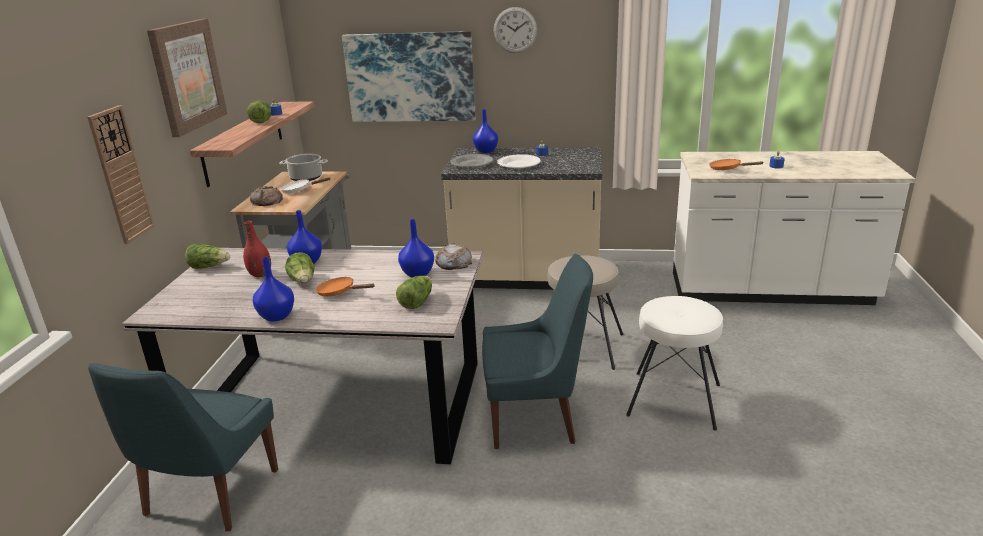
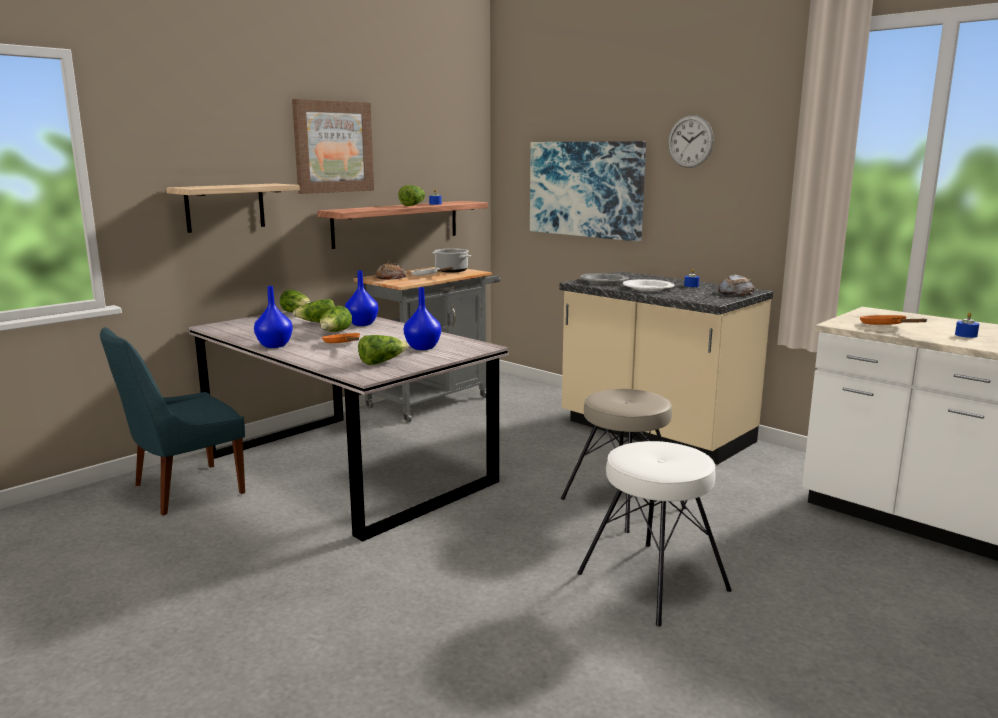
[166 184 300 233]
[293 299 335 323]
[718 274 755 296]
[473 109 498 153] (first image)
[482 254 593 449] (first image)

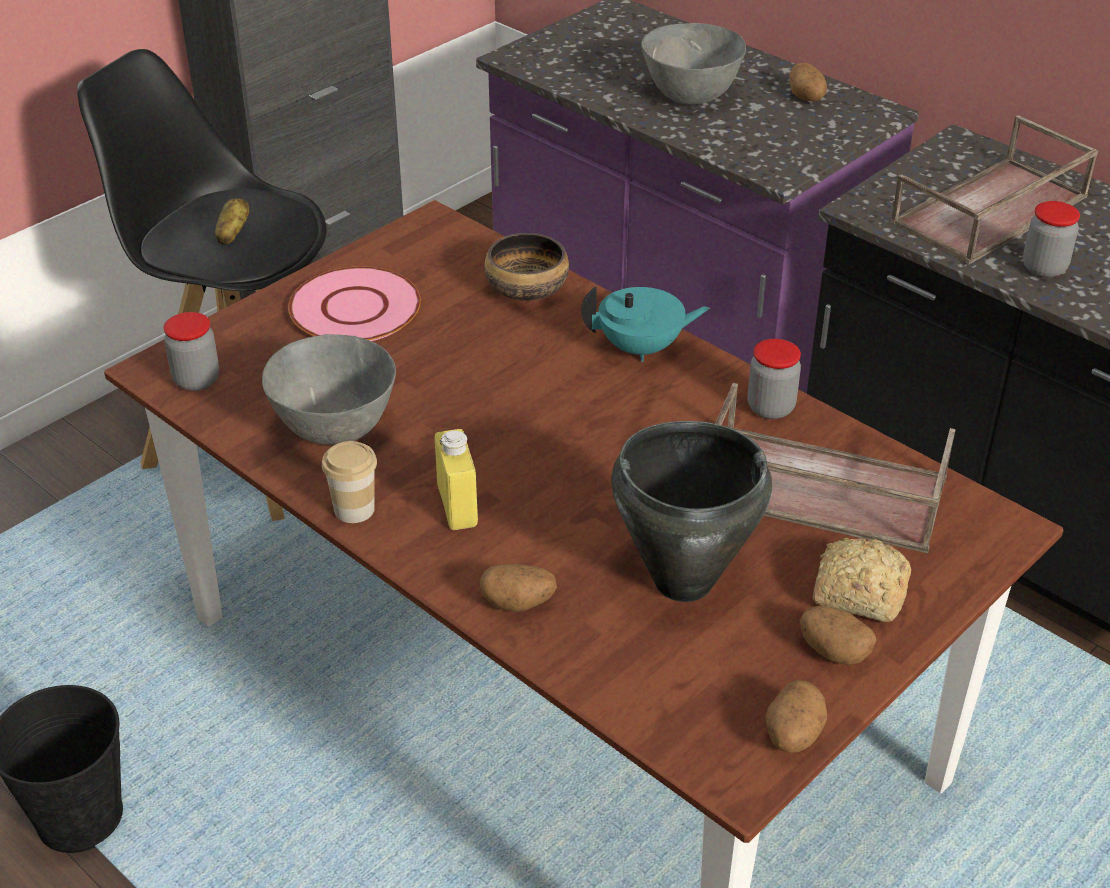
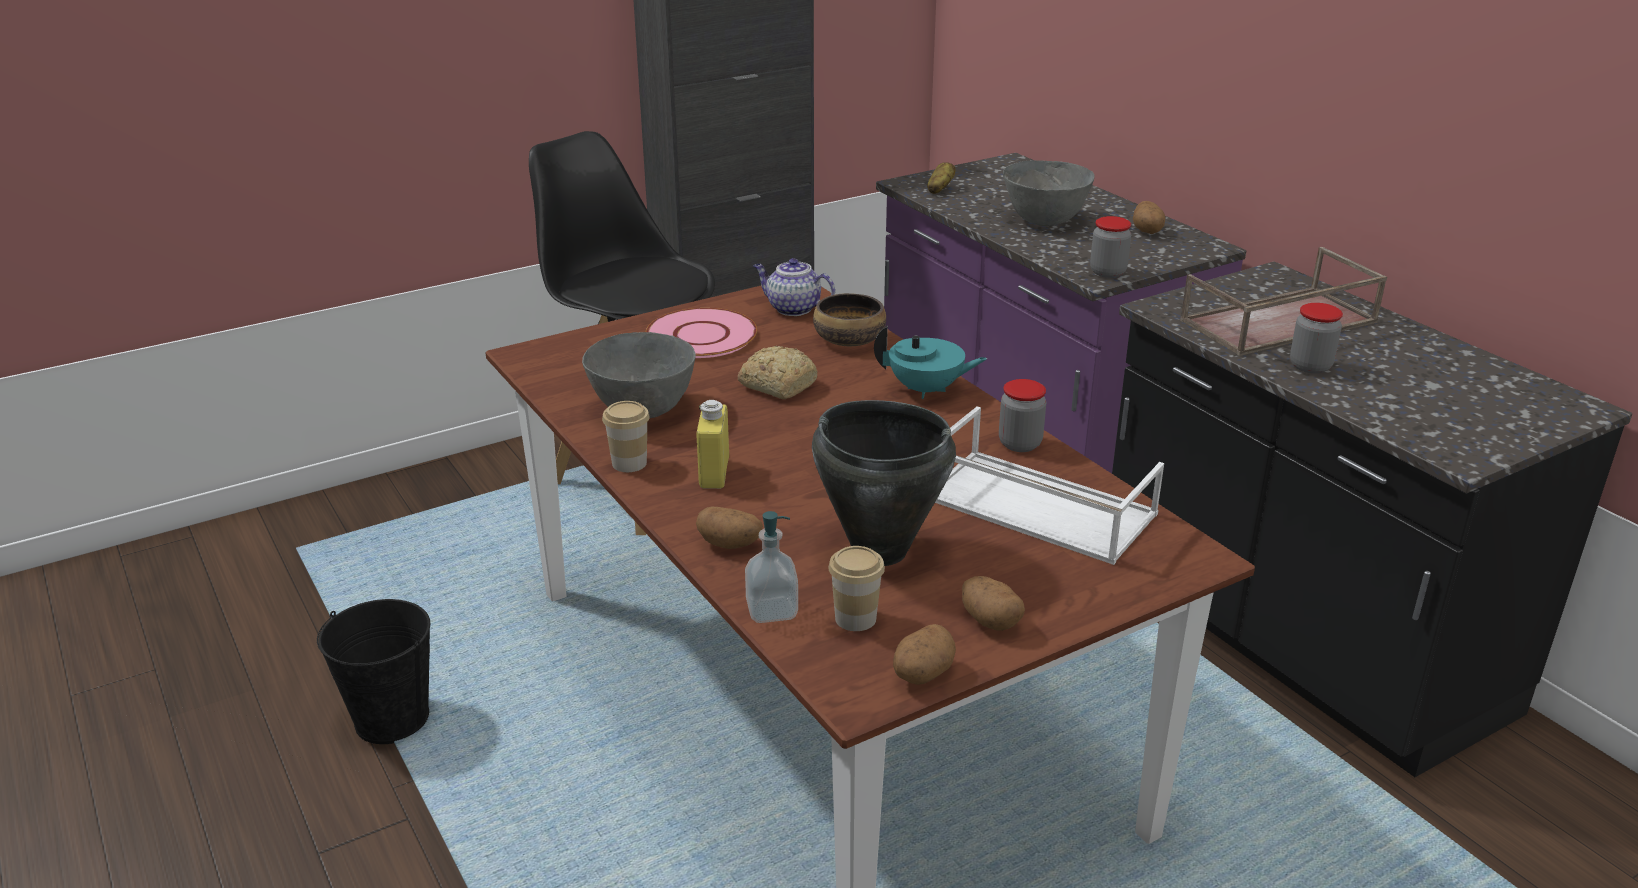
[738 346 818 399]
[745 511 798 623]
[753 258 835 316]
[828 546 885 631]
[927 162 956 194]
[935 407 1164 565]
[1090 216 1131 278]

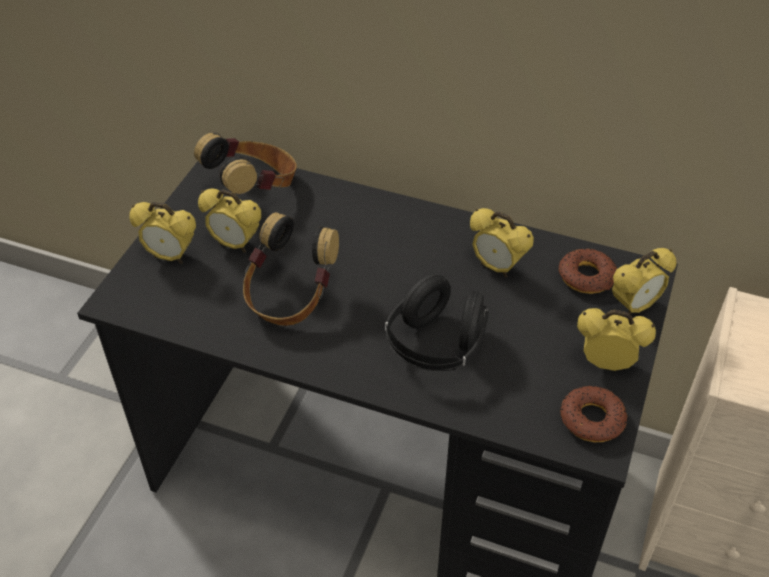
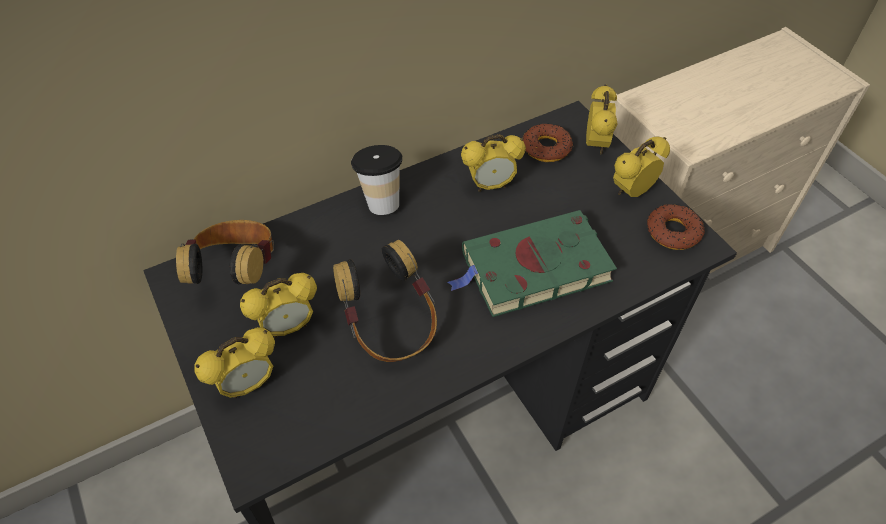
[351 145 402 215]
[448 210 617 317]

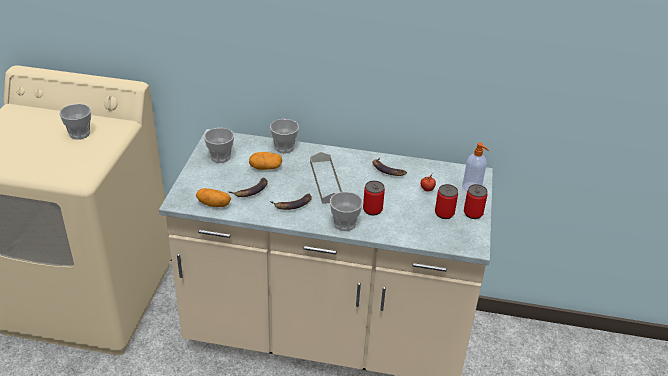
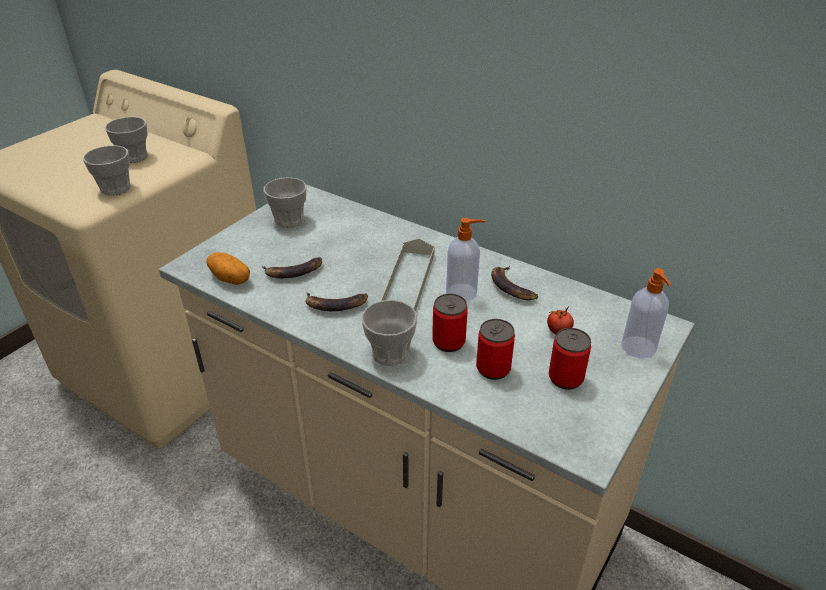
[83 145 131 196]
[446 218 485 302]
[476 319 515 380]
[249 152 282 170] (first image)

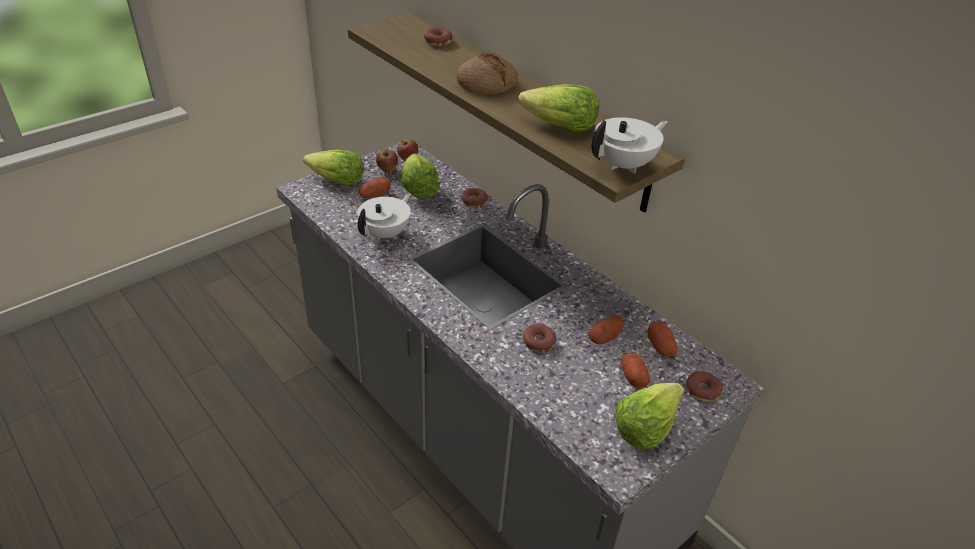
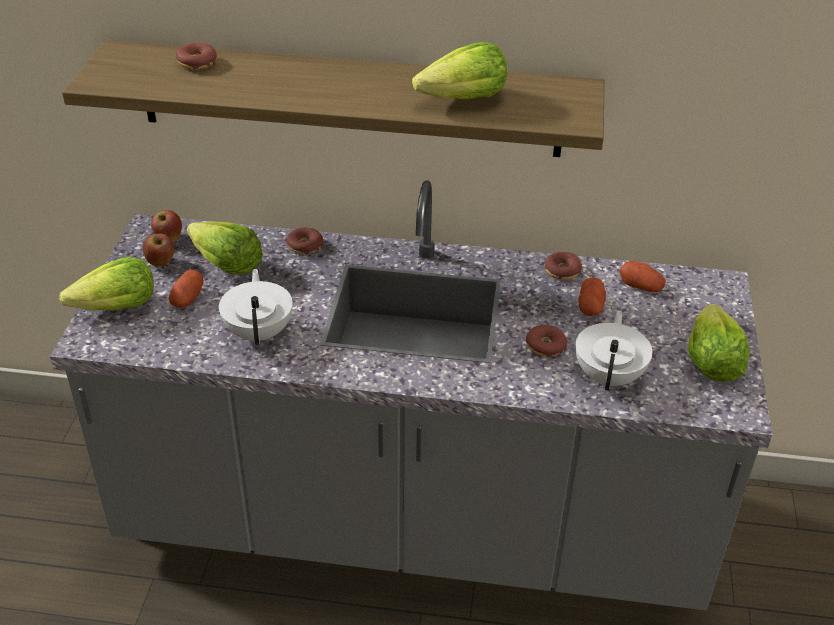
[545 252 582 280]
[575 310 652 390]
[457 52 518 95] (first image)
[621 353 650 388] (first image)

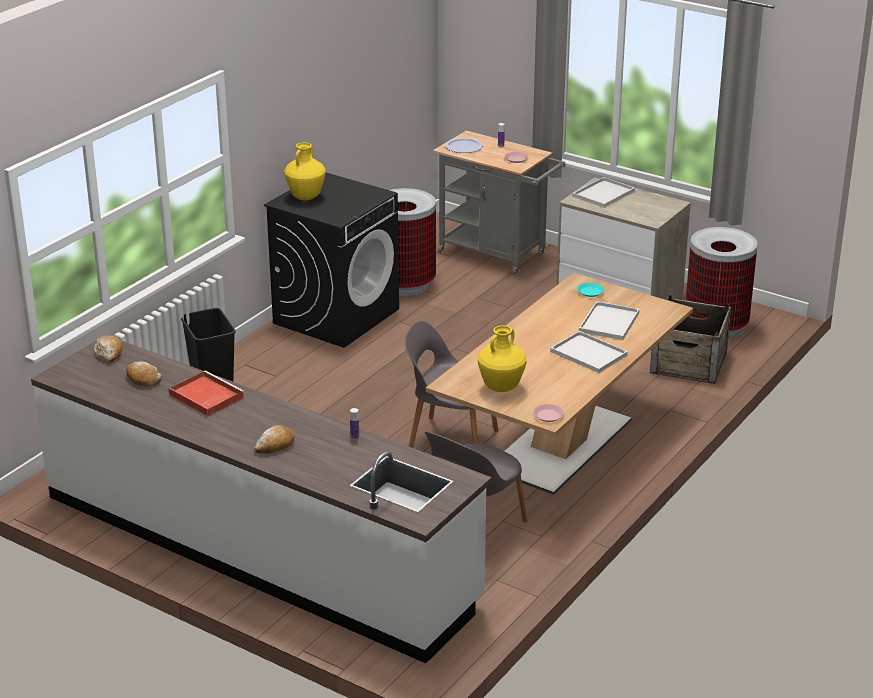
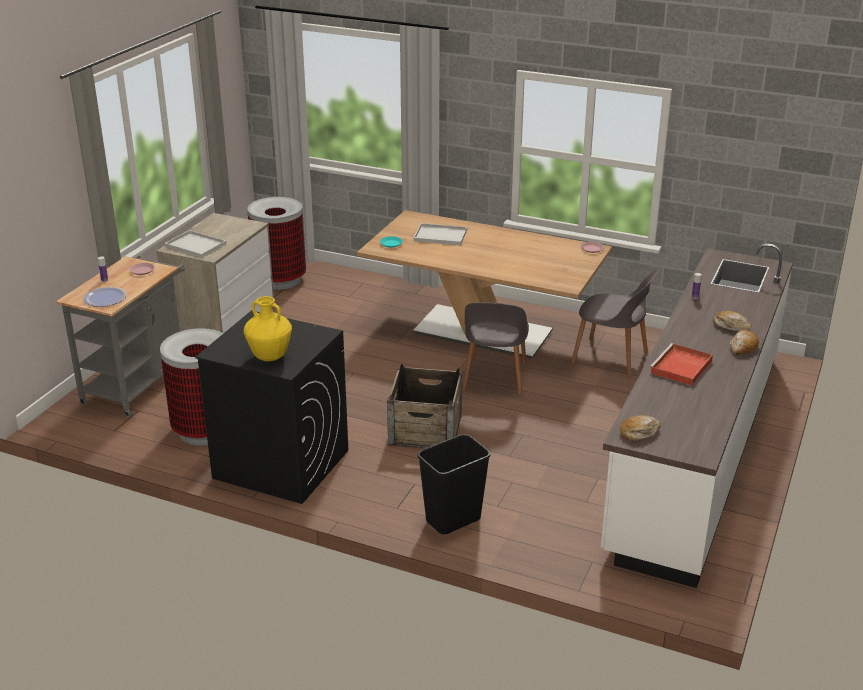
[387 364 462 448]
[730 330 759 355]
[478 326 527 392] (first image)
[550 331 628 373] (first image)

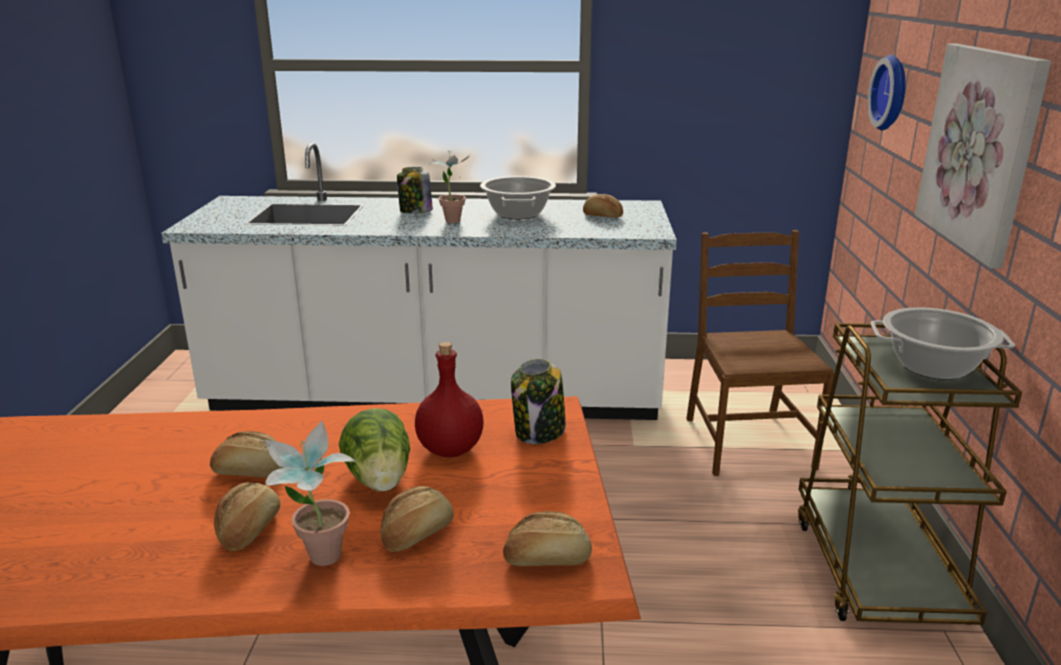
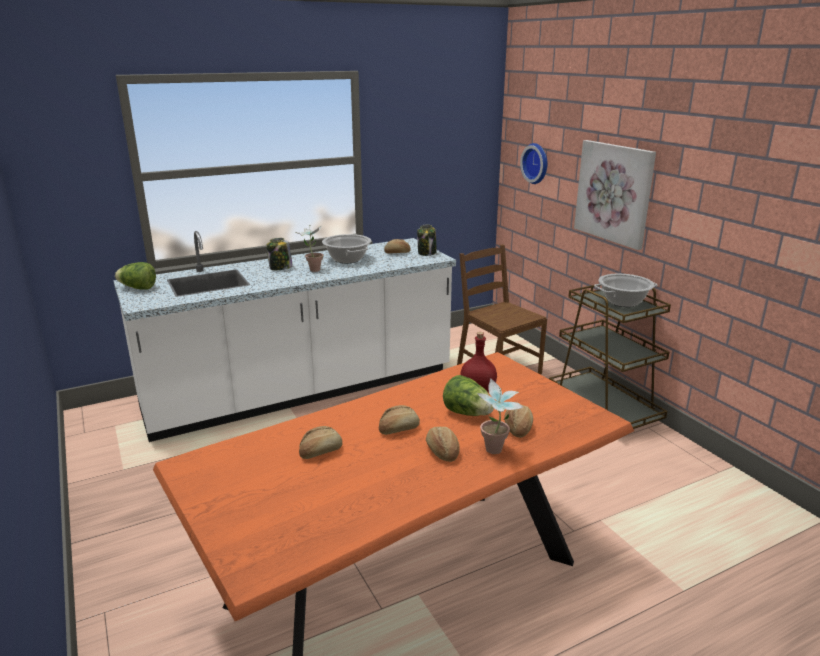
[115 262 156 290]
[299 426 342 459]
[417 224 437 256]

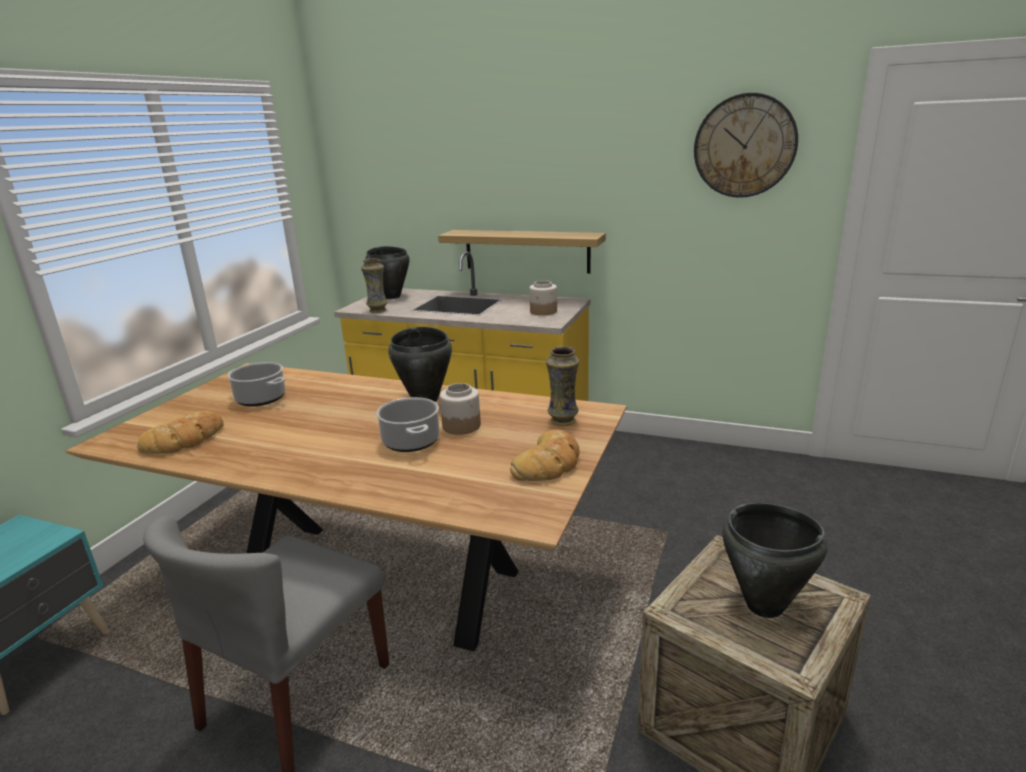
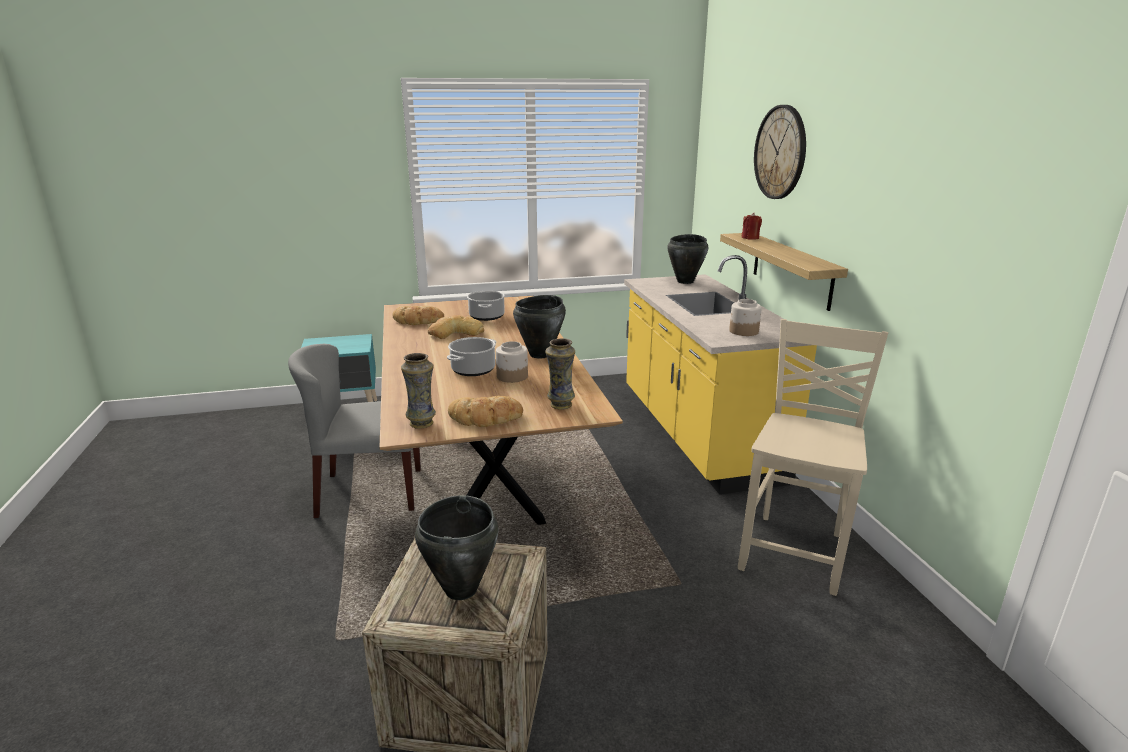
[401 353 436 429]
[428 315 484 339]
[738 319 888 596]
[741 213 762 240]
[754 105 806 199]

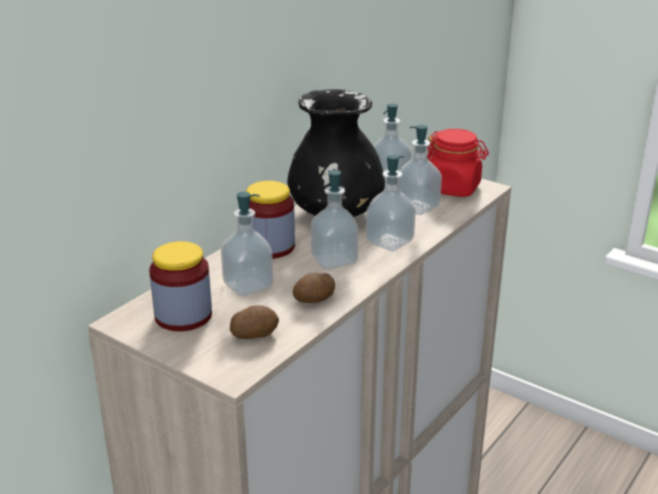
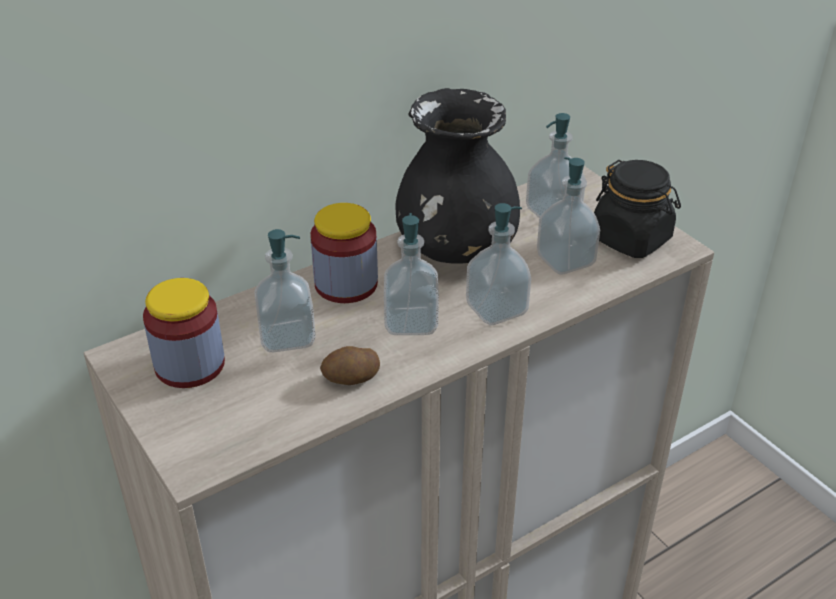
[594 160 681 258]
[230 305 279 339] (first image)

